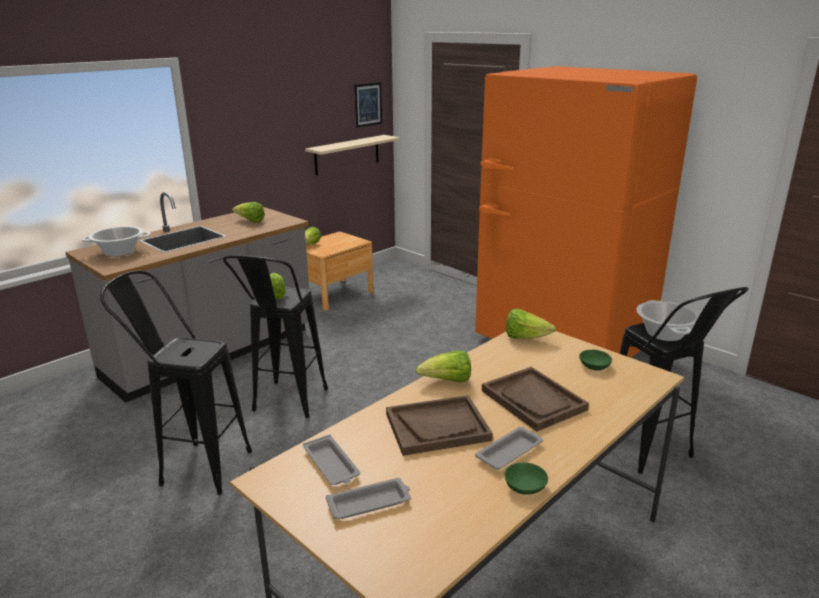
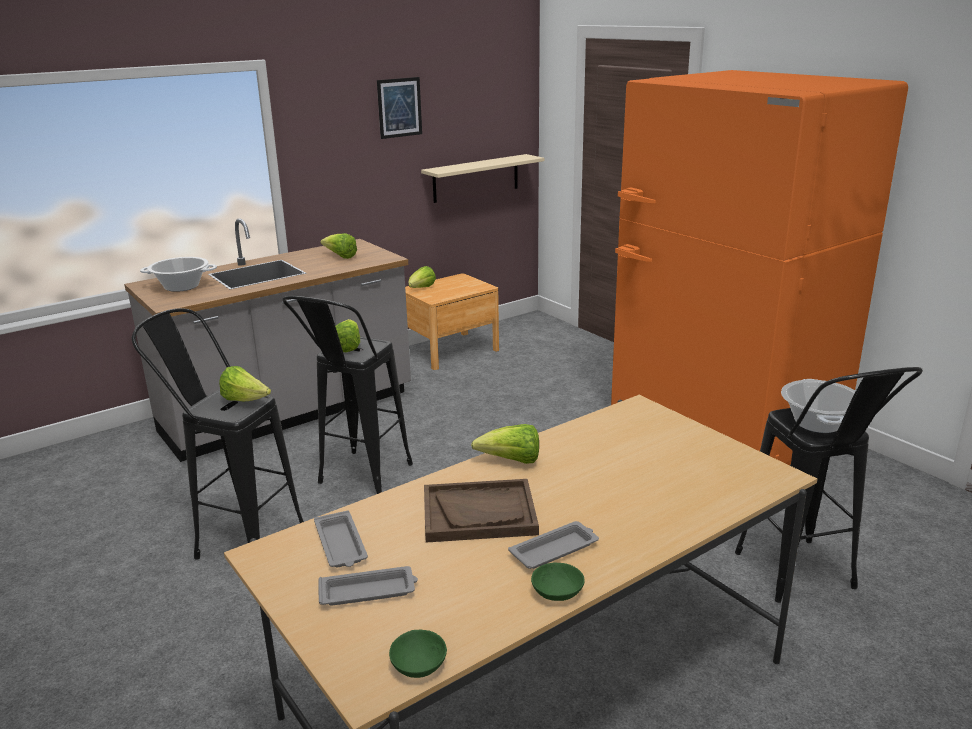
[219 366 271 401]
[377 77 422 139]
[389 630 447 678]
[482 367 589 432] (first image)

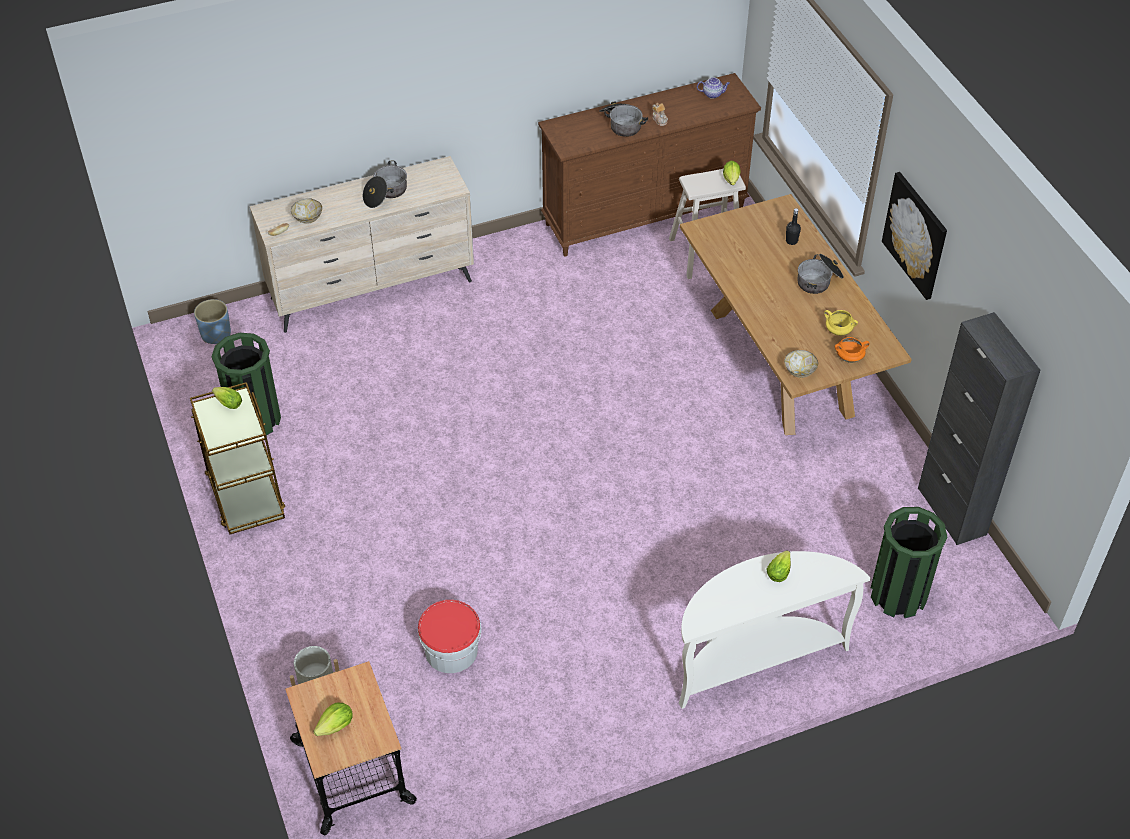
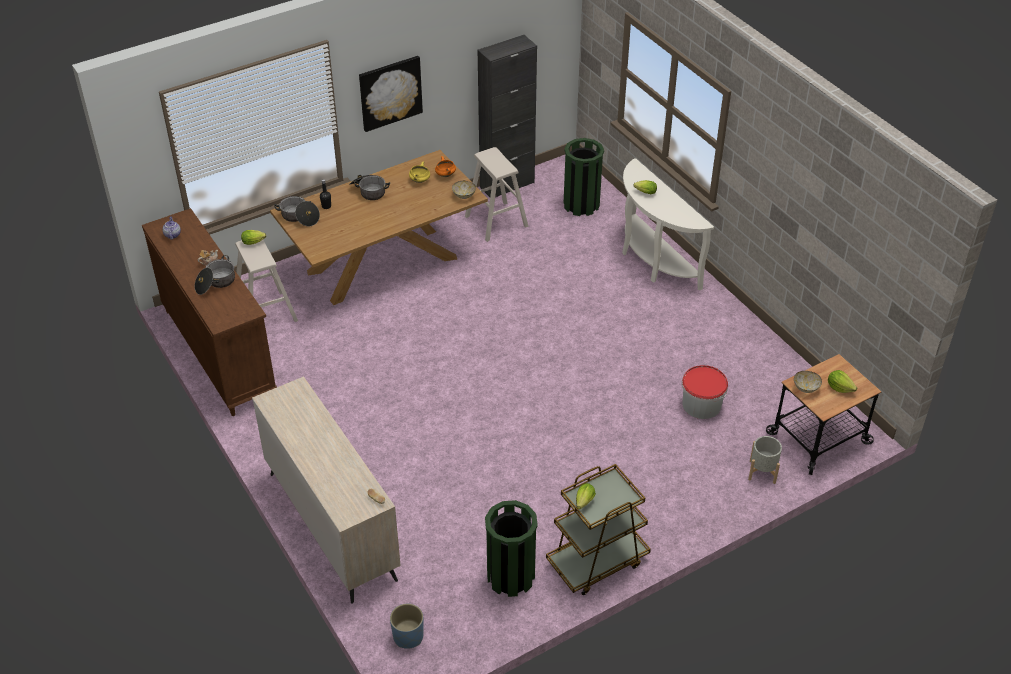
[274 196 320 226]
[465 147 529 242]
[794 371 822 393]

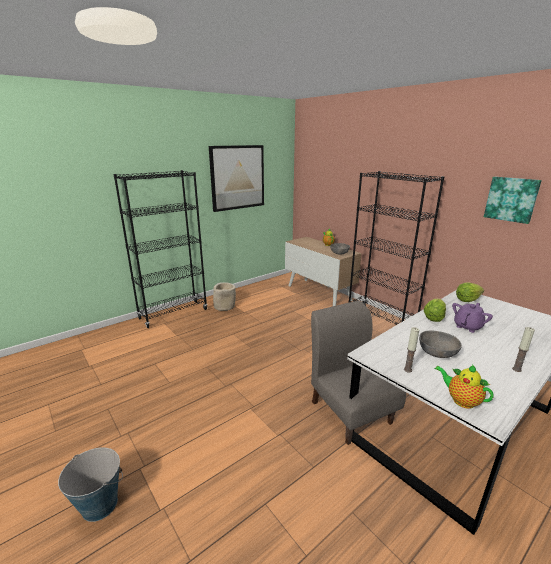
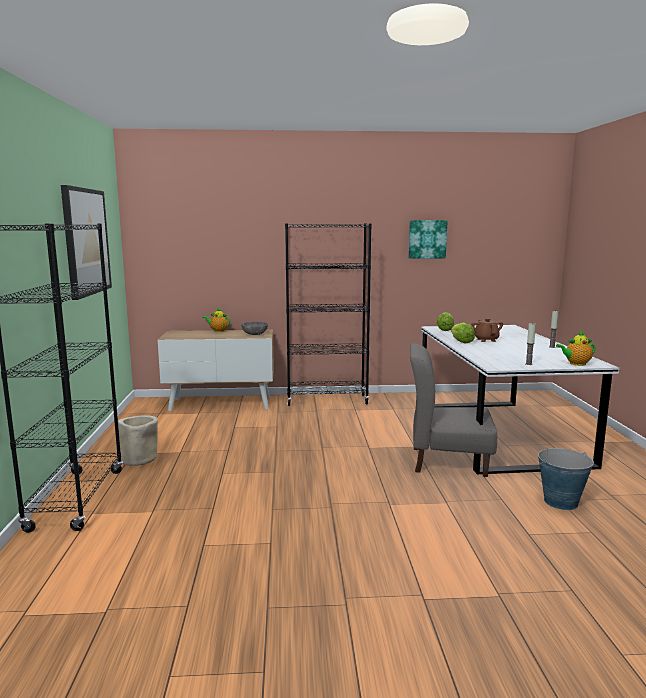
[471 318 503 342]
[536 448 594 510]
[419 331 462 358] (first image)

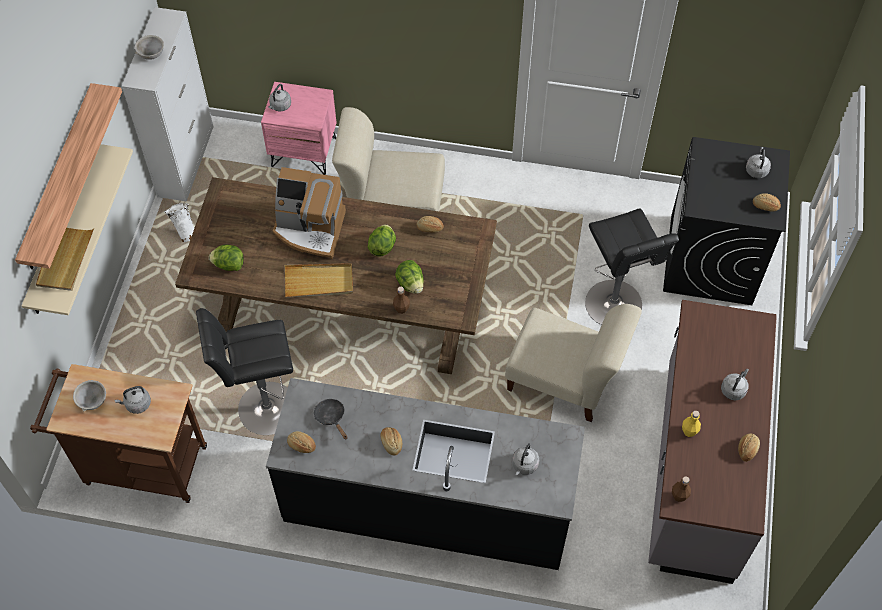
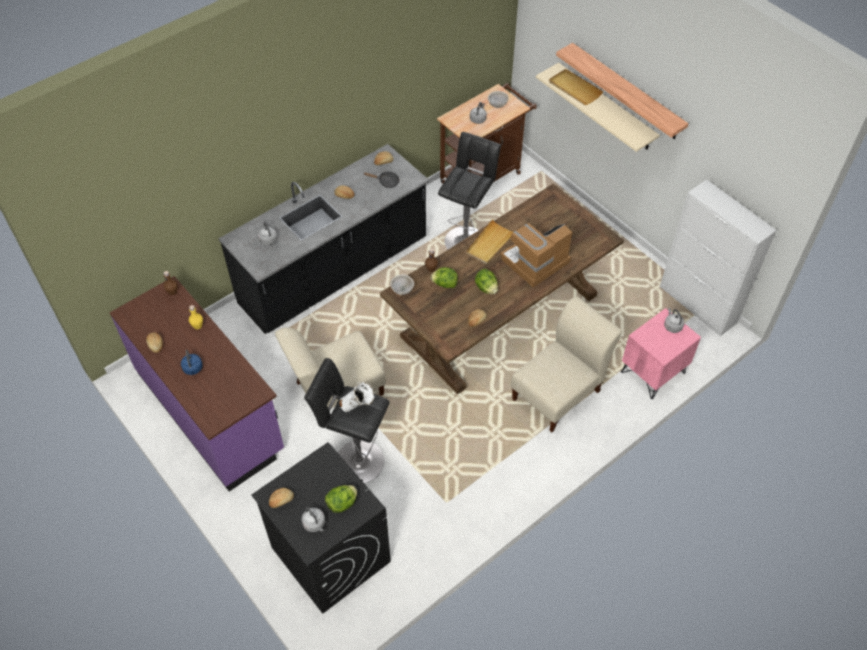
[110 276 284 491]
[181 350 203 375]
[325 485 357 513]
[339 382 375 412]
[390 274 414 295]

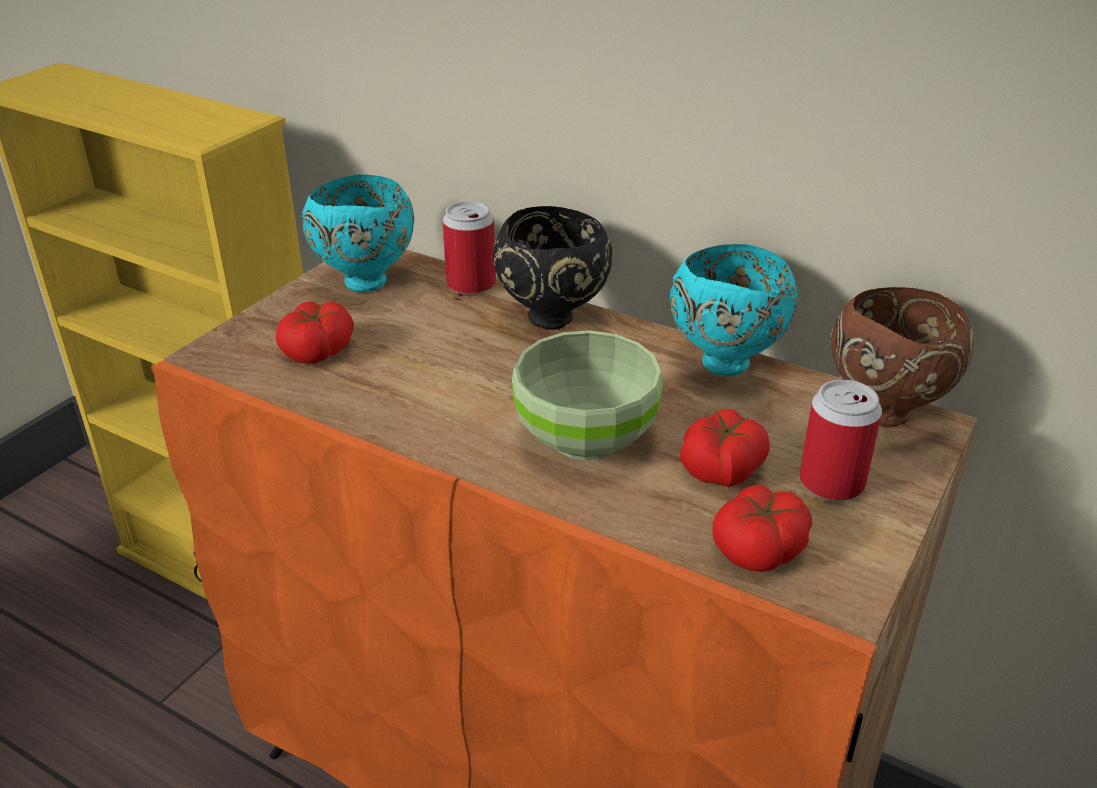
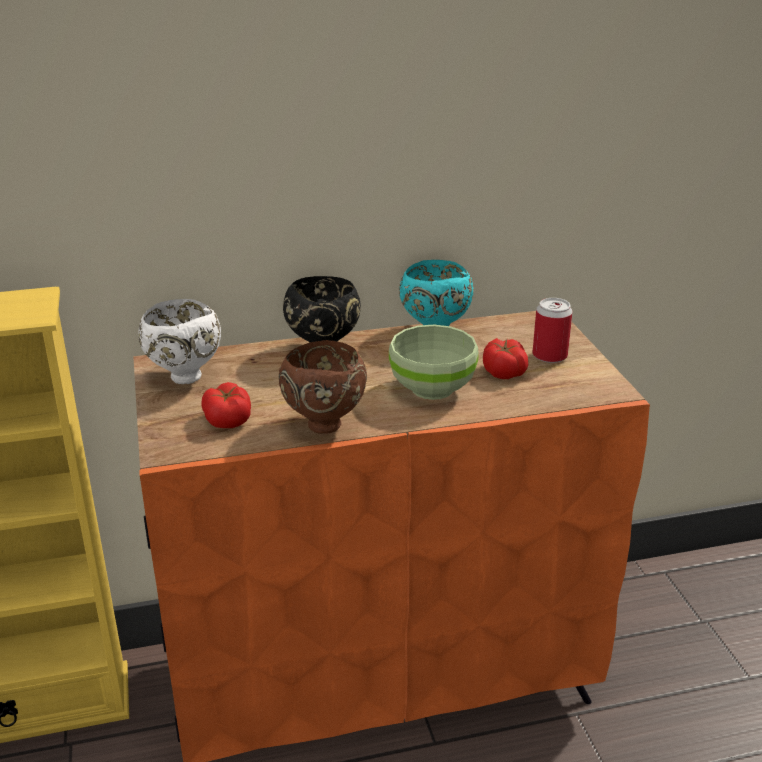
[138 299 221 384]
[279 340 367 434]
[442 201 496 294] (first image)
[713 484 812 572] (first image)

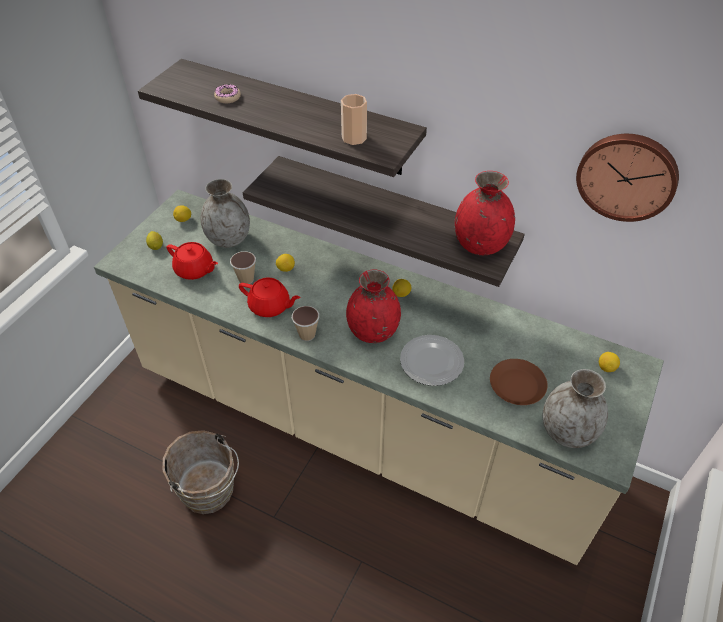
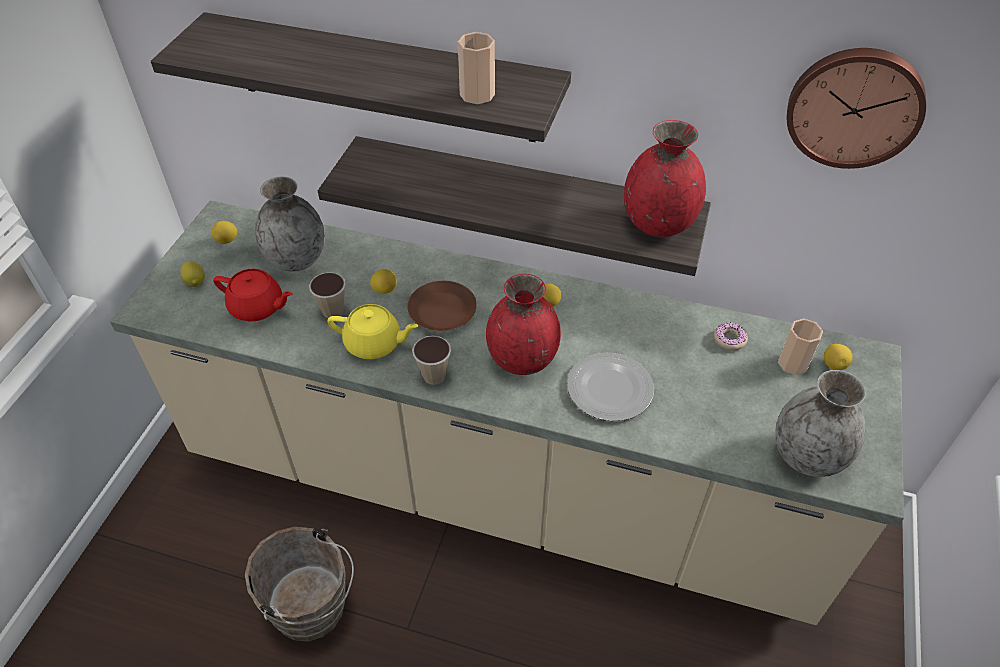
[328 304 418 359]
[407 281 477 331]
[714 322 748 351]
[778 319 823 375]

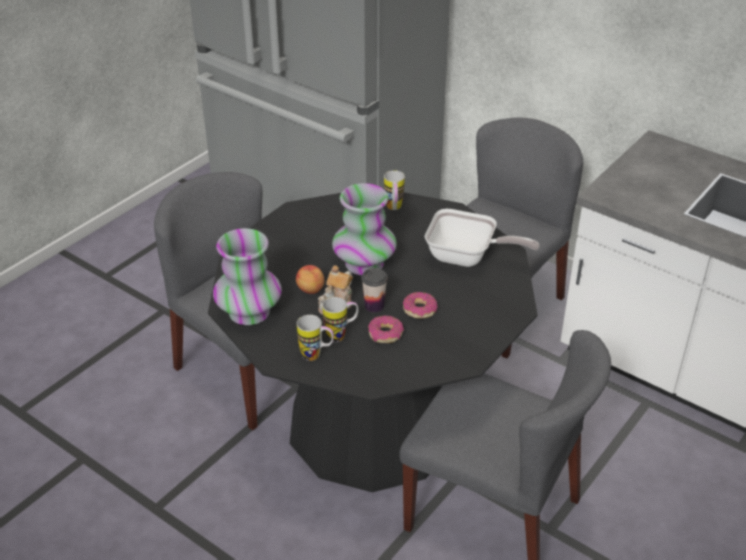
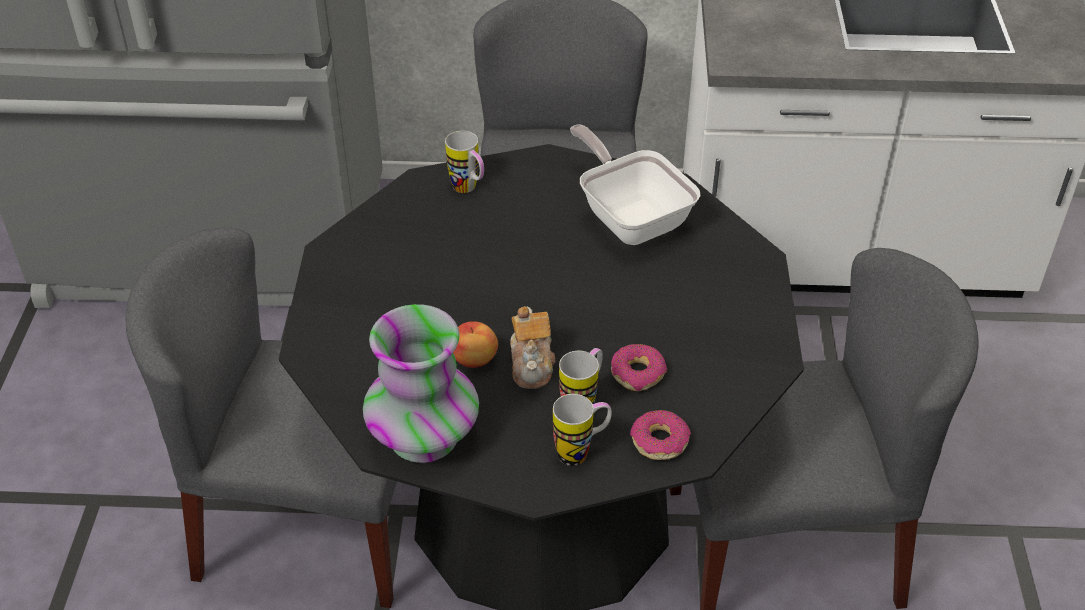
[570 124 700 245]
[630 410 691 460]
[332 183 397 275] (first image)
[361 268 388 312] (first image)

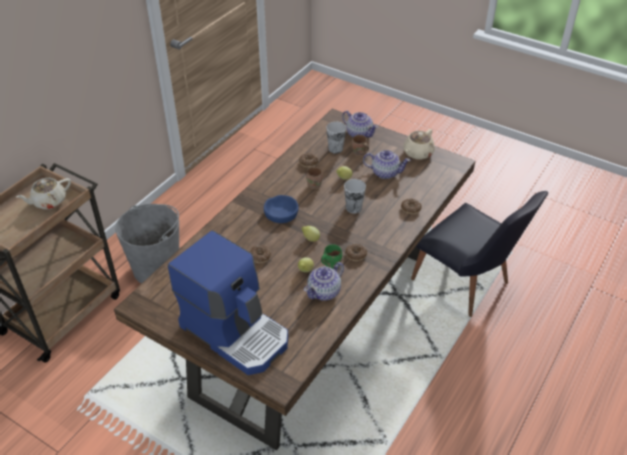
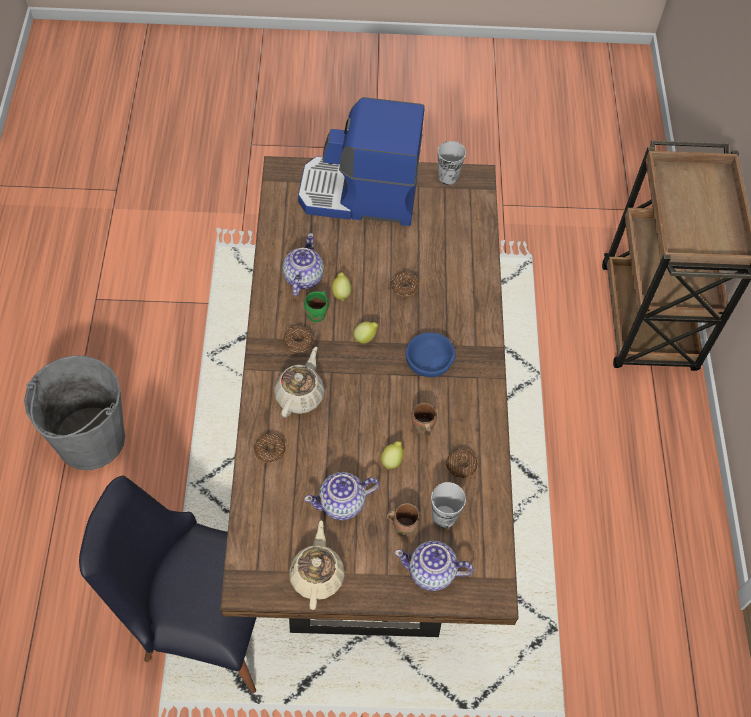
[24 356 125 470]
[274 347 325 417]
[438 141 466 185]

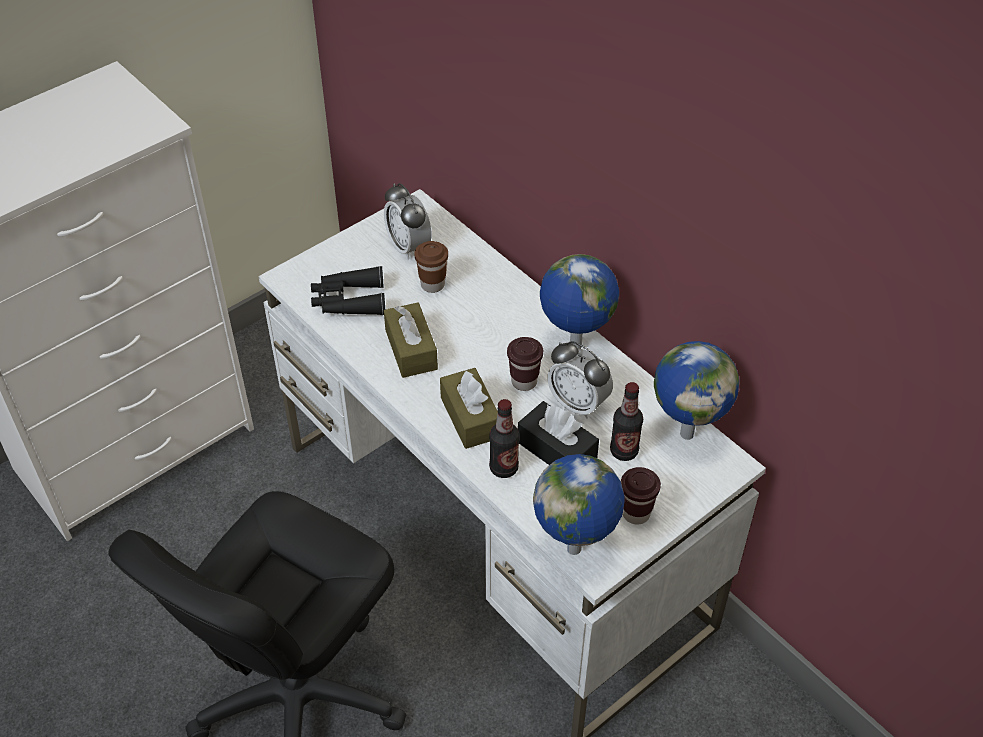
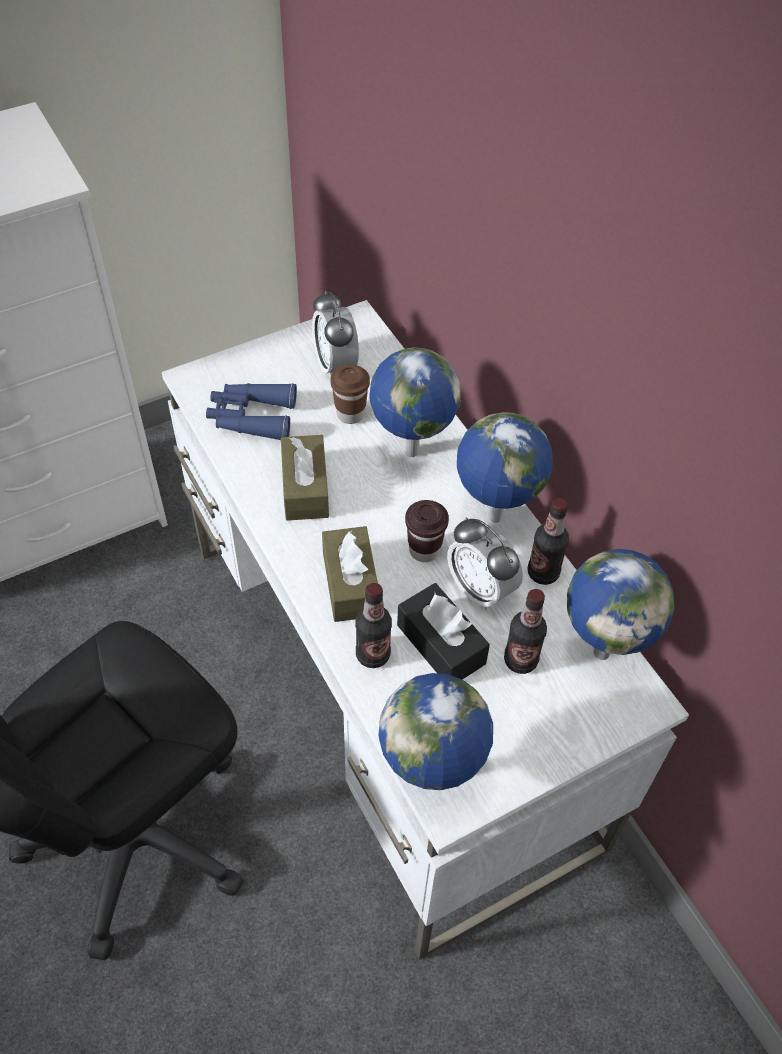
[206 383 297 441]
[369 348 461 457]
[528 498 569 585]
[621 467 661 525] (first image)

